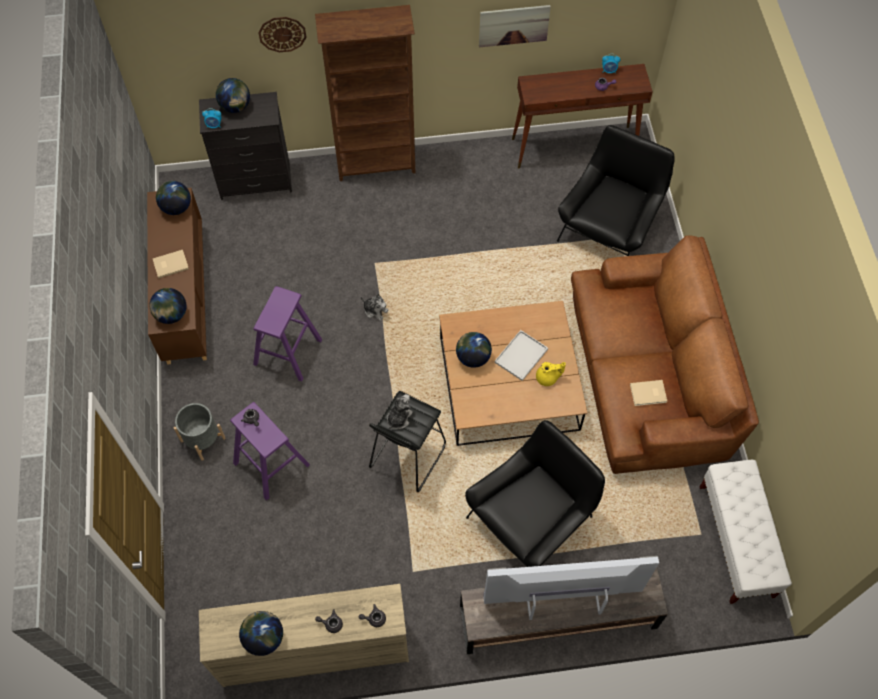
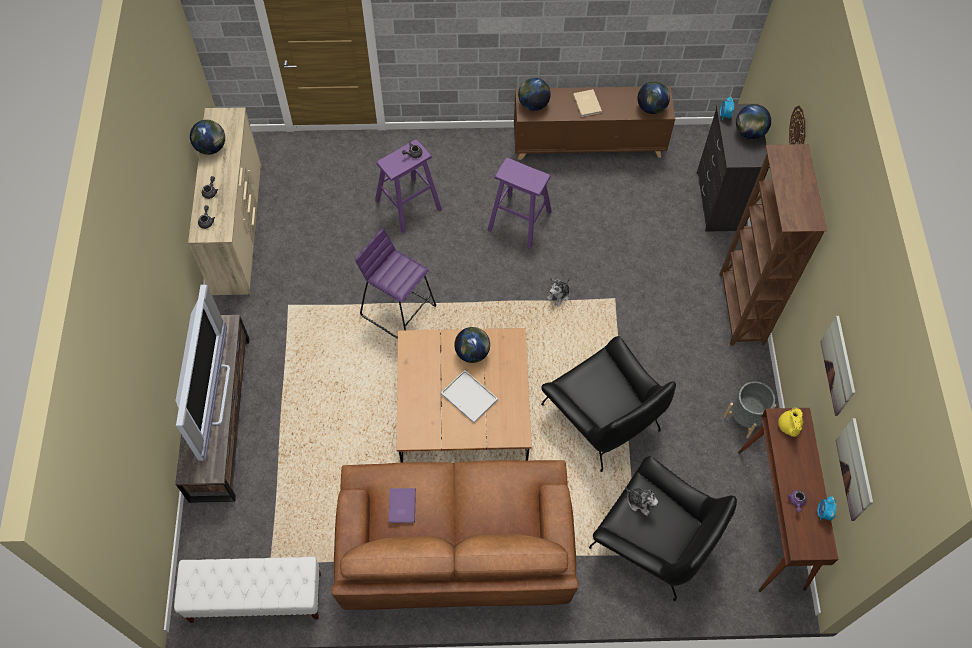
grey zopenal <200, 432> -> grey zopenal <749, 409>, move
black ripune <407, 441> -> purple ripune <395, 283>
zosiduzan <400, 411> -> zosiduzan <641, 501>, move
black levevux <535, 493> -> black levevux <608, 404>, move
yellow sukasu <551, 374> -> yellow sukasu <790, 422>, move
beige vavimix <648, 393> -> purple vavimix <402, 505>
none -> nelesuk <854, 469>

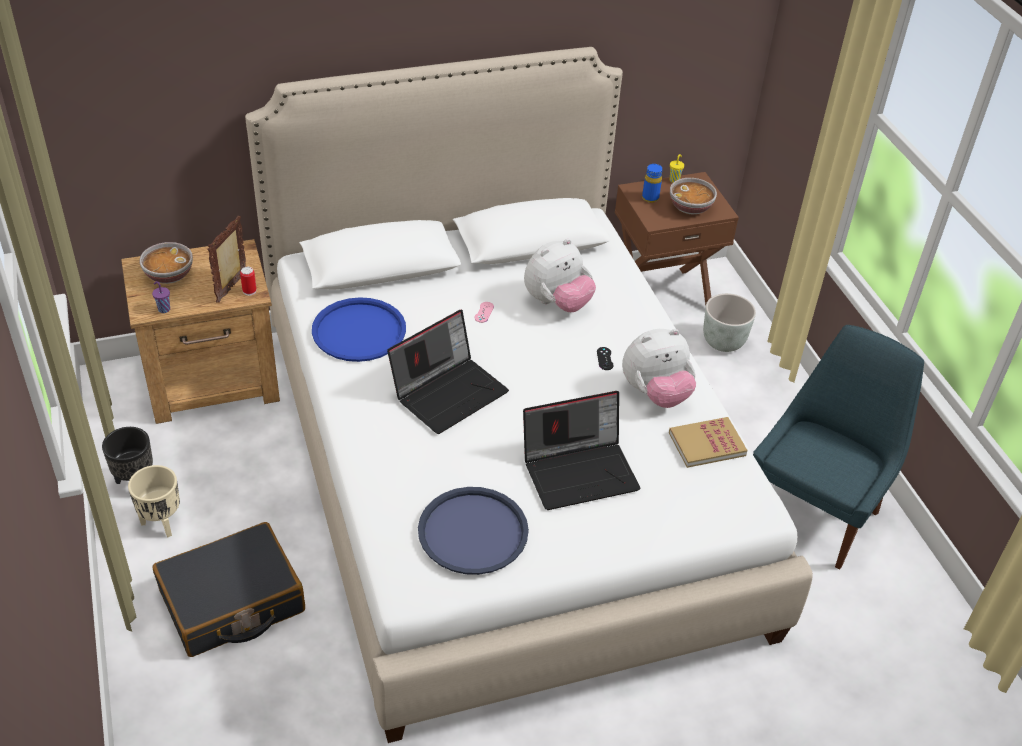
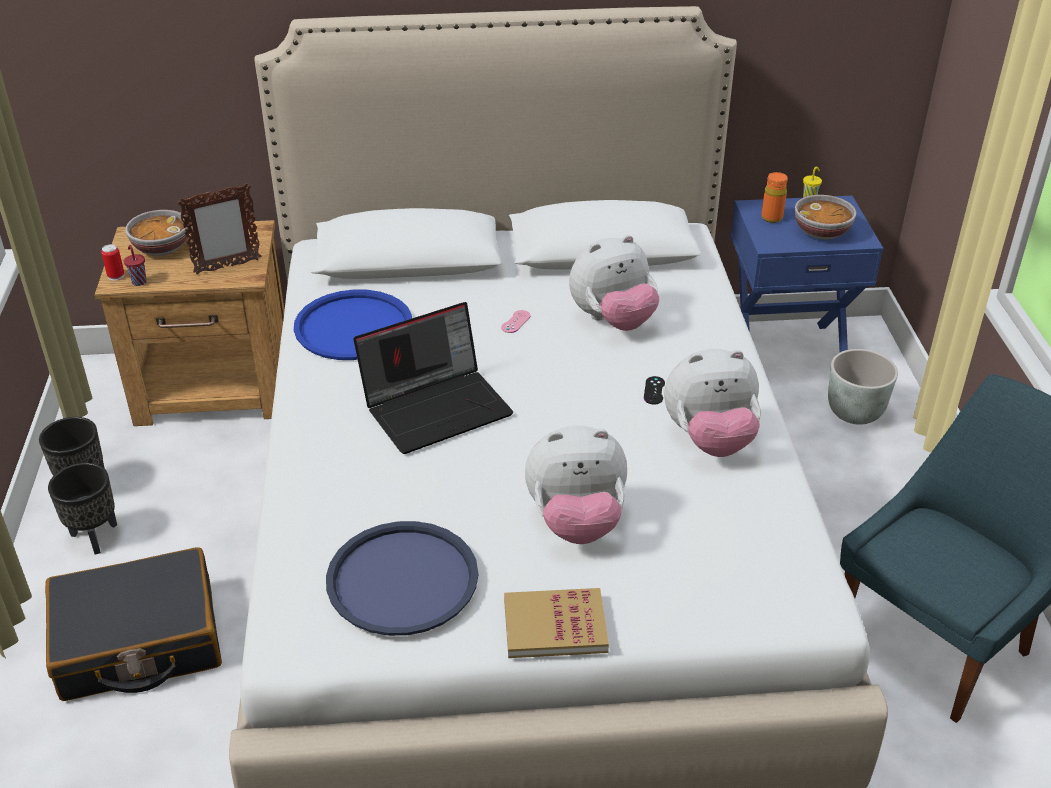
beige zopenal <154, 501> -> black zopenal <82, 508>
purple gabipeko <161, 297> -> red gabipeko <135, 265>
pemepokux <226, 259> -> pemepokux <219, 229>, 150 degrees counterclockwise
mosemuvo <248, 281> -> mosemuvo <112, 262>, move
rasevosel <581, 450> -> zosiduzan <576, 485>
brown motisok <677, 238> -> blue motisok <806, 274>
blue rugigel <652, 183> -> orange rugigel <774, 197>
vavimix <708, 442> -> vavimix <556, 623>, move

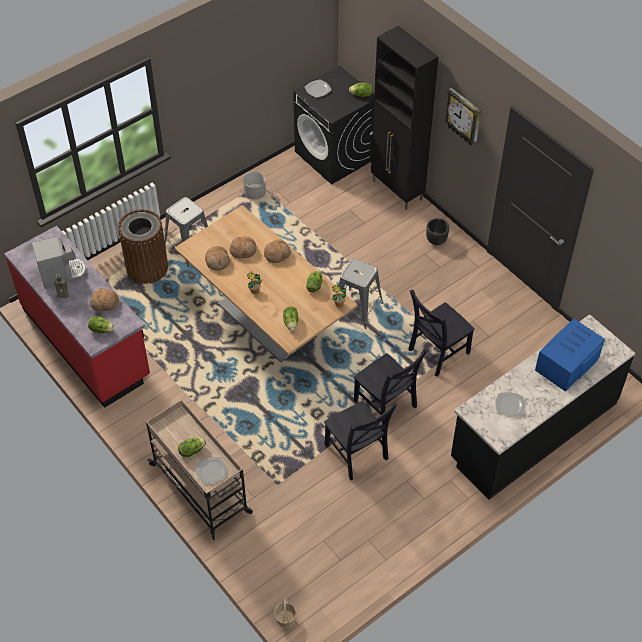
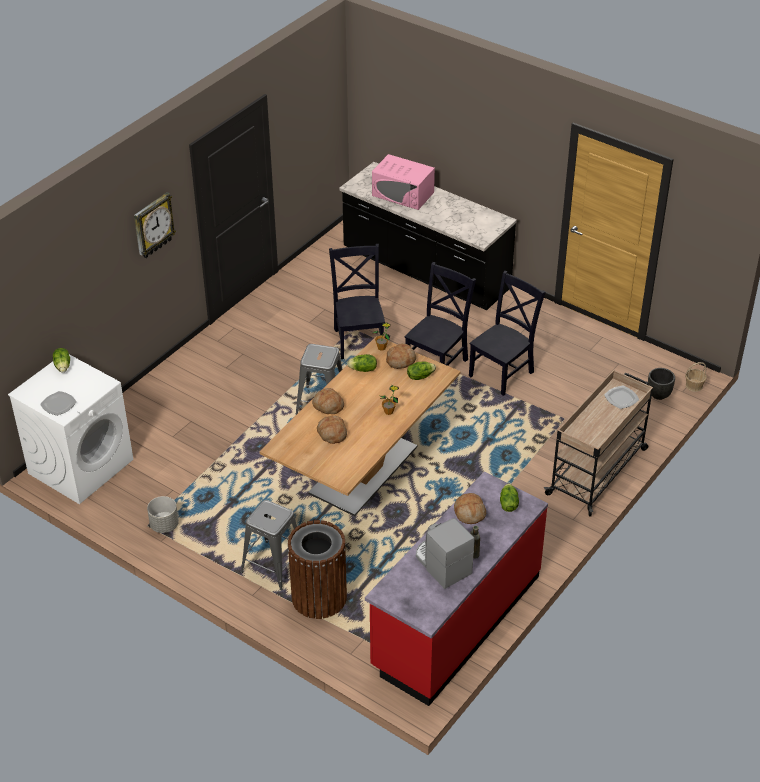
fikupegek <192, 447> -> none
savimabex <217, 258> -> savimabex <401, 356>, move
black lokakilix <333, 125> -> white lokakilix <70, 429>
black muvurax <404, 118> -> none
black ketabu <441, 333> -> black ketabu <357, 301>, 135 degrees counterclockwise
black zopenal <437, 231> -> black zopenal <661, 384>, move
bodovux <510, 404> -> none
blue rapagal <570, 355> -> pink rapagal <403, 182>

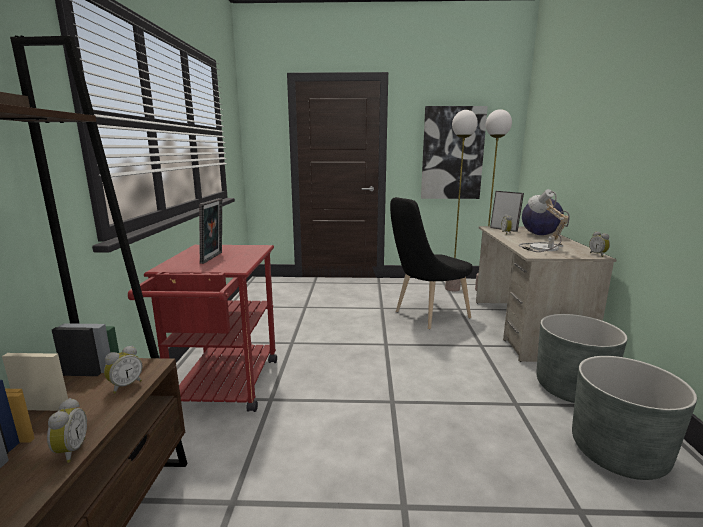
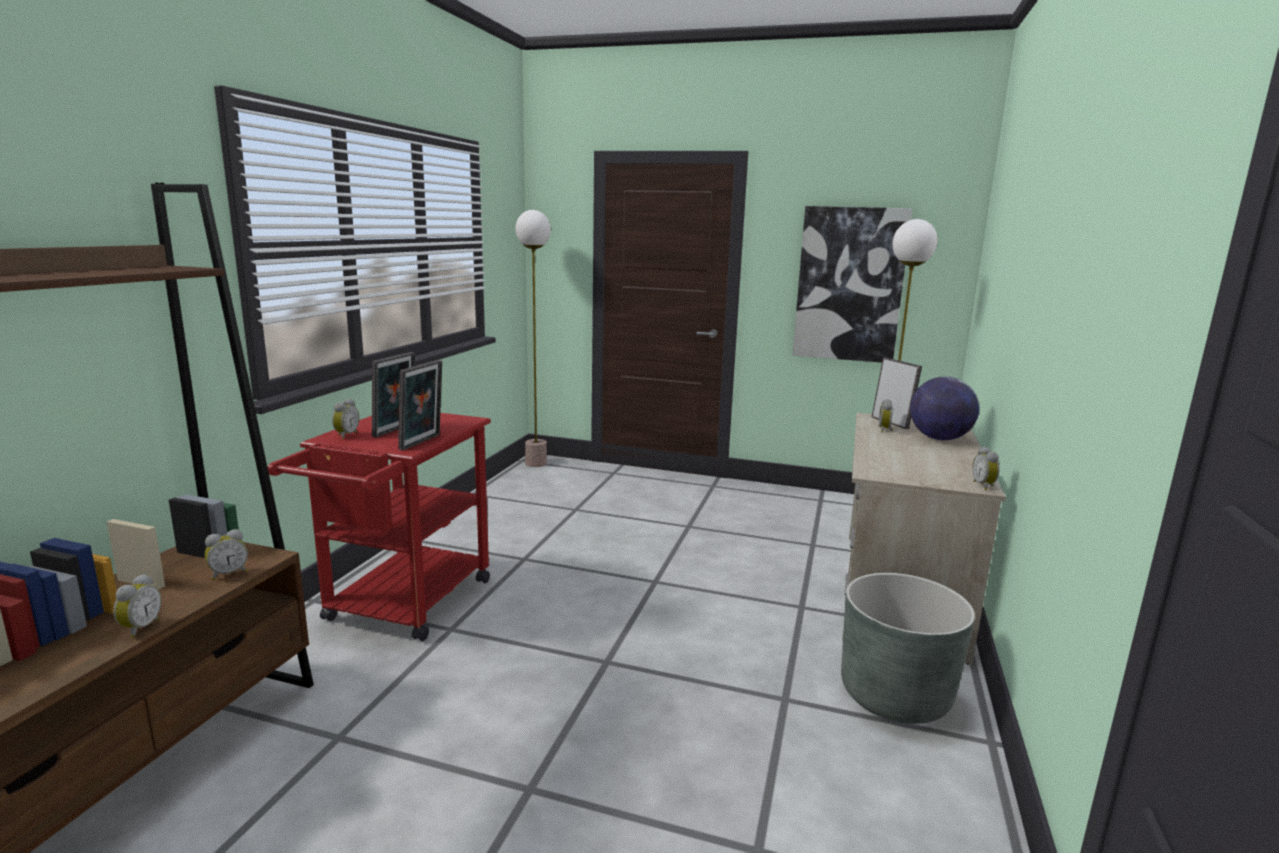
black ketabu <431, 263> -> none
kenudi <461, 201> -> kenudi <533, 338>, move
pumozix <544, 220> -> none
grey zopenal <634, 418> -> none
none -> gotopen <345, 418>
none -> pemepokux <420, 405>

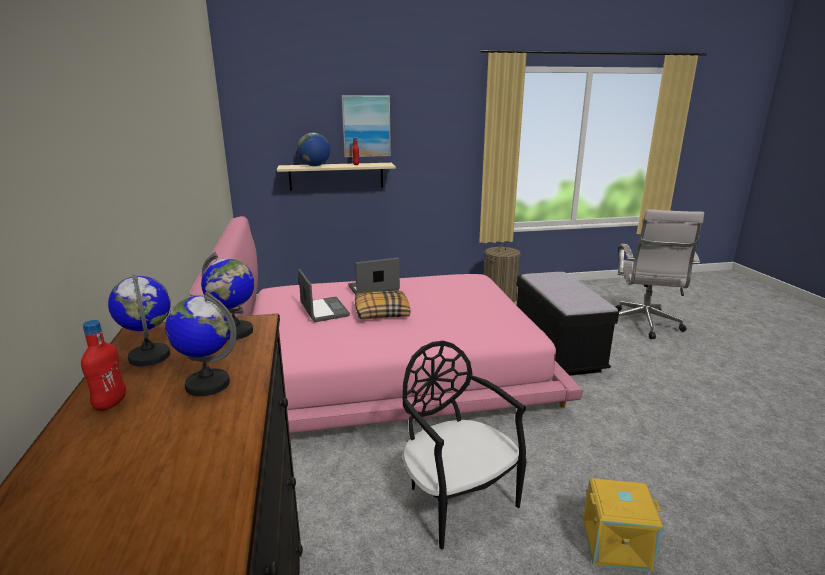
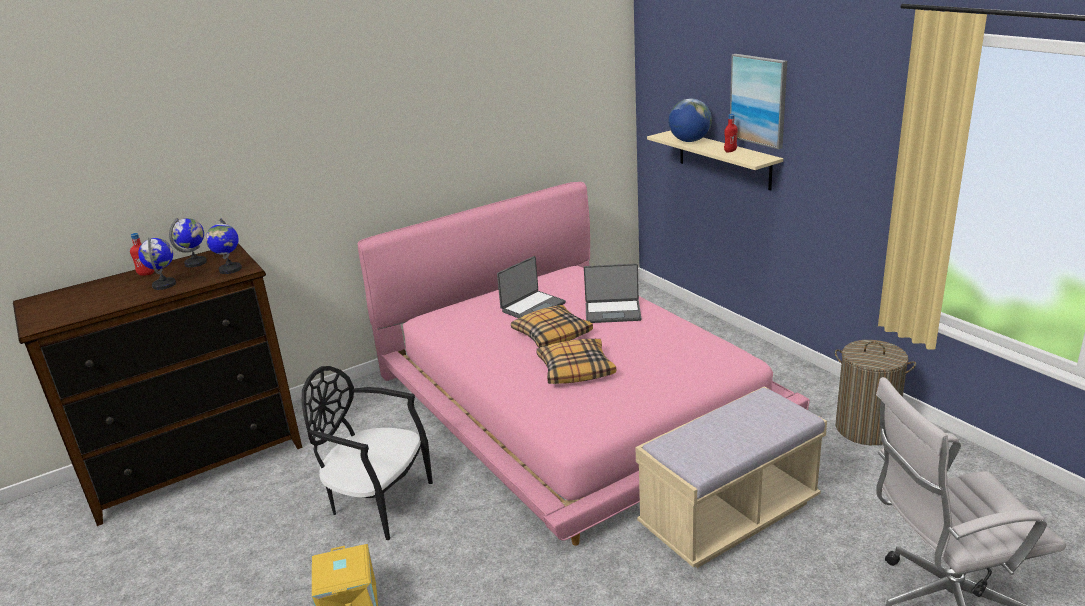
rasevosel <374, 276> -> rasevosel <612, 293>, 135 degrees clockwise
black ketabu <464, 445> -> black ketabu <367, 453>, 105 degrees counterclockwise
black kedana <568, 323> -> beige kedana <731, 477>
none -> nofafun <576, 361>

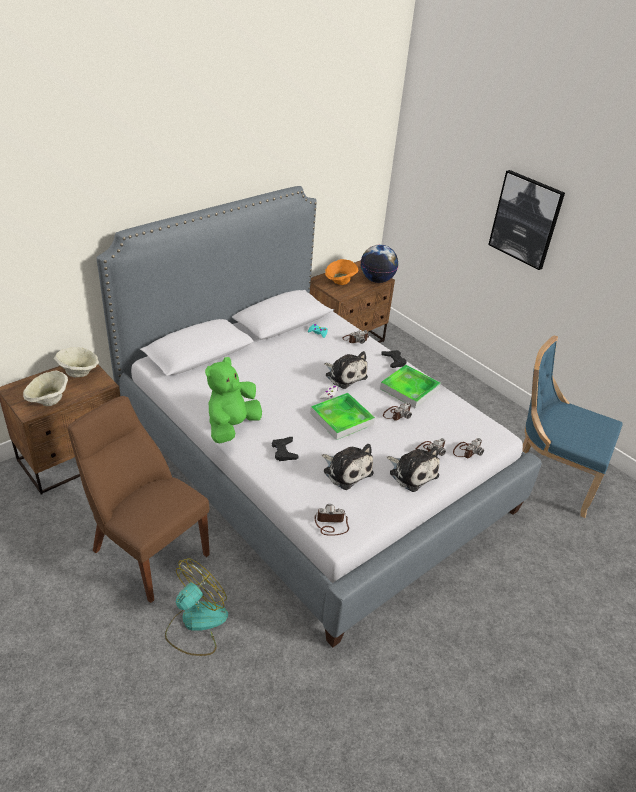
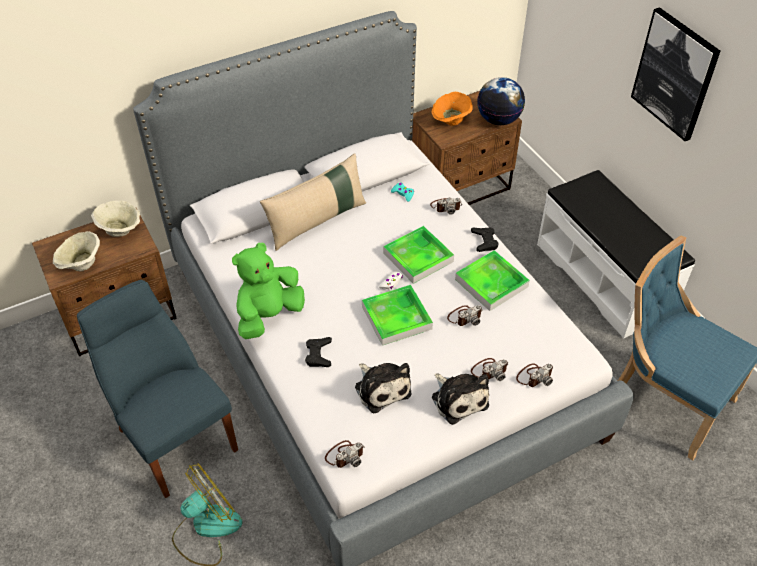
brown ketabu <139, 499> -> blue ketabu <157, 389>
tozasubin <331, 520> -> tozasubin <344, 454>, 135 degrees clockwise
zosiduzan <346, 370> -> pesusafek <418, 255>
none -> beige nofafun <313, 202>
none -> white kedana <616, 254>

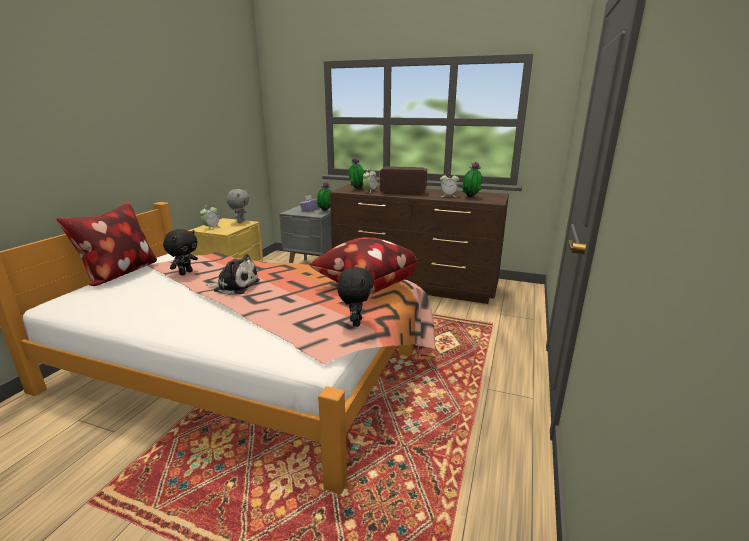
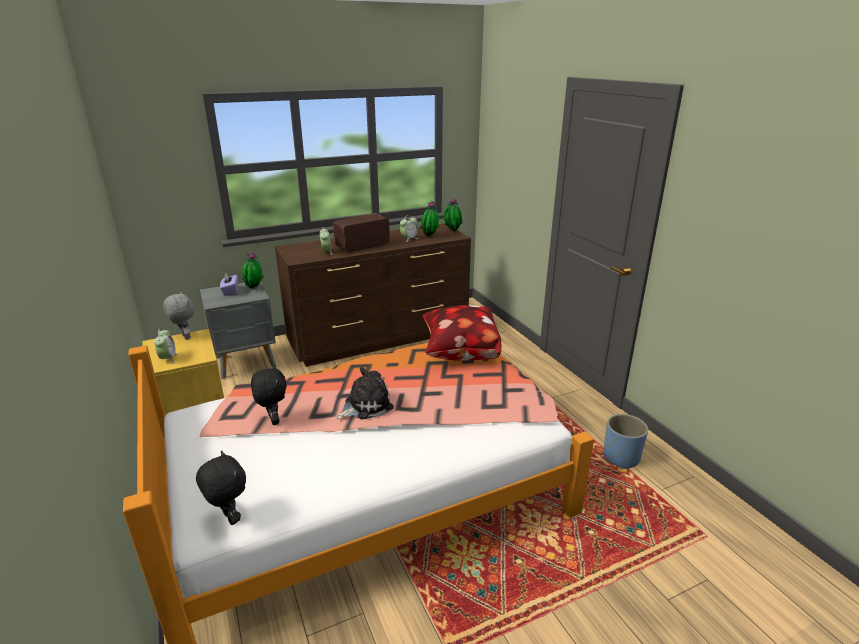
nofafun <106, 243> -> none
black zosiduzan <356, 296> -> black zosiduzan <221, 487>, move
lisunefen <356, 173> -> lisunefen <453, 214>, move
none -> blue zopenal <625, 441>

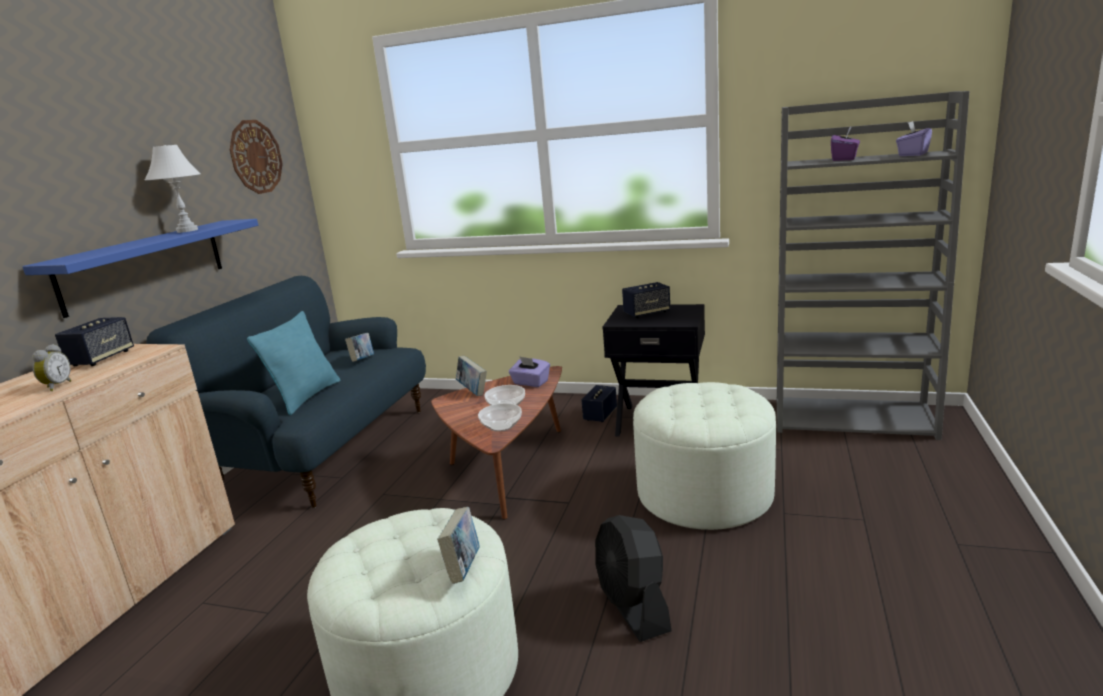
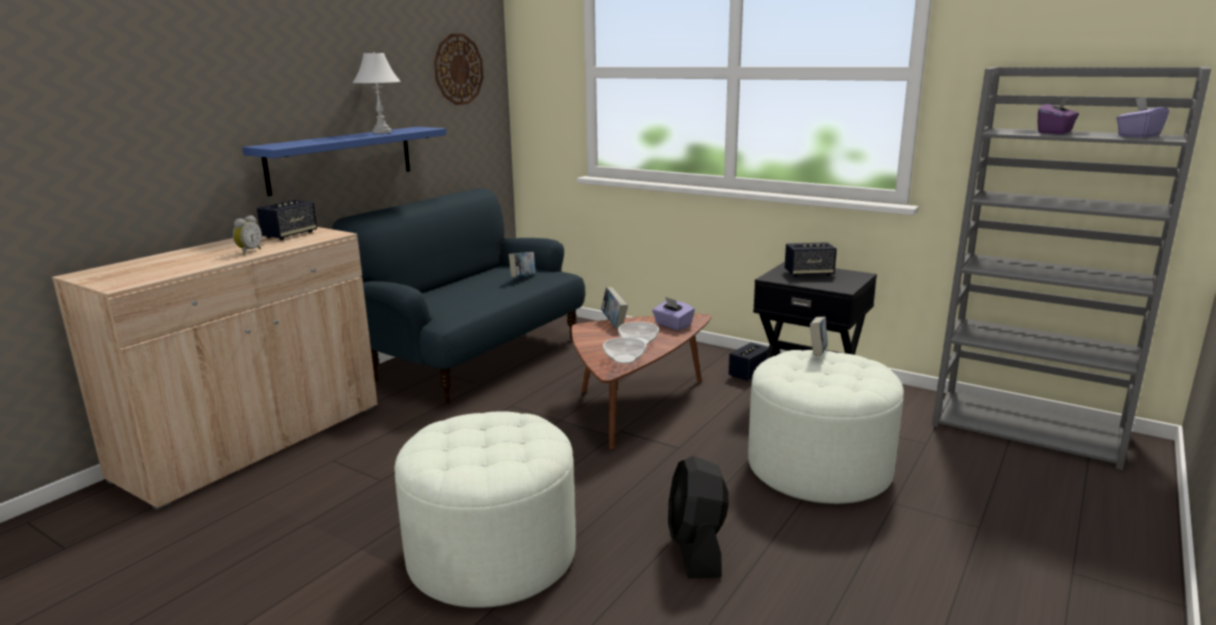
turquoise nofafun <294, 363> -> none
vavimix <458, 545> -> vavimix <819, 336>, move

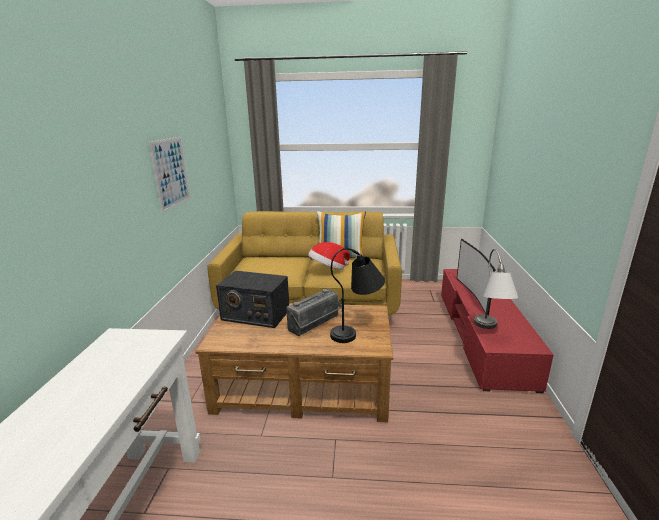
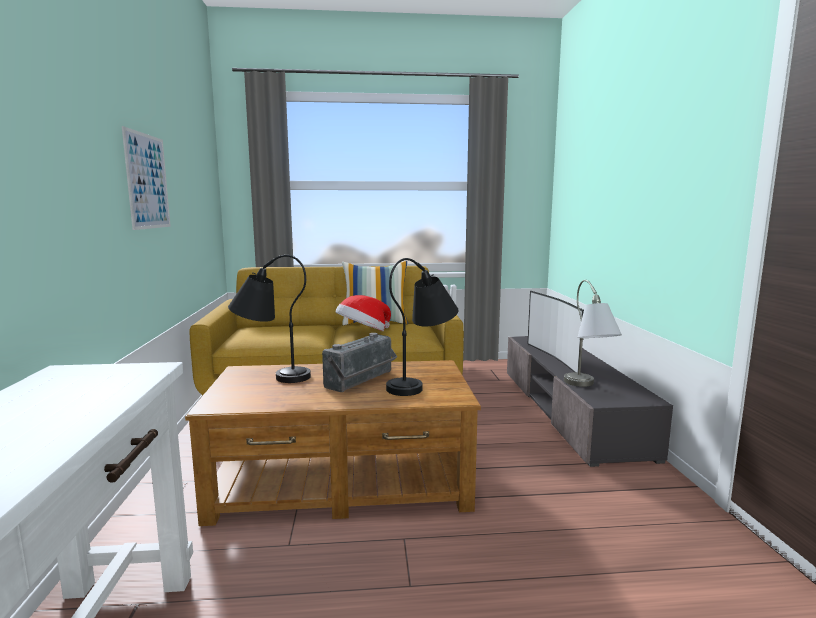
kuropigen <252, 299> -> black pumozix <269, 319>
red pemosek <497, 331> -> grey pemosek <590, 401>

